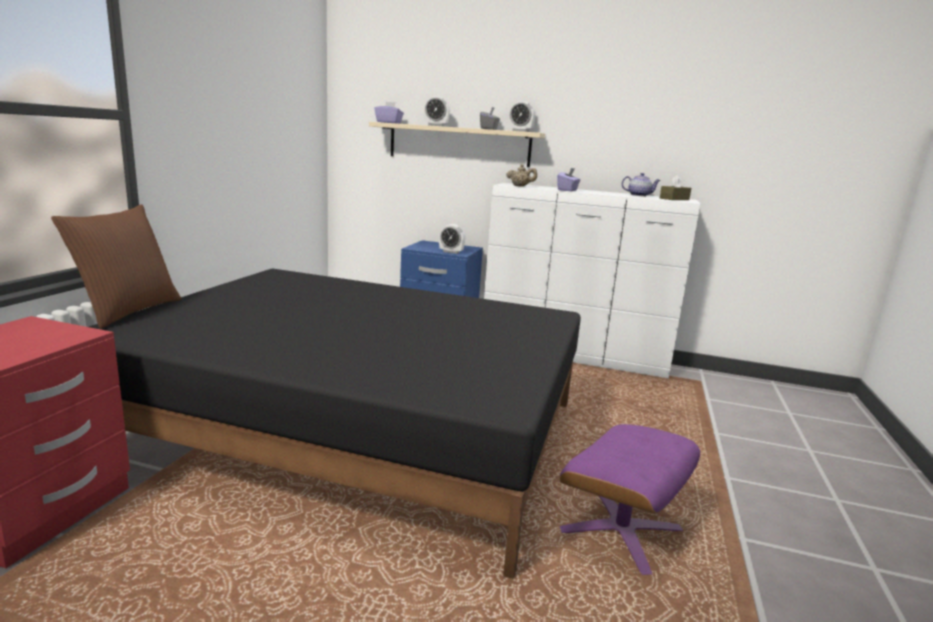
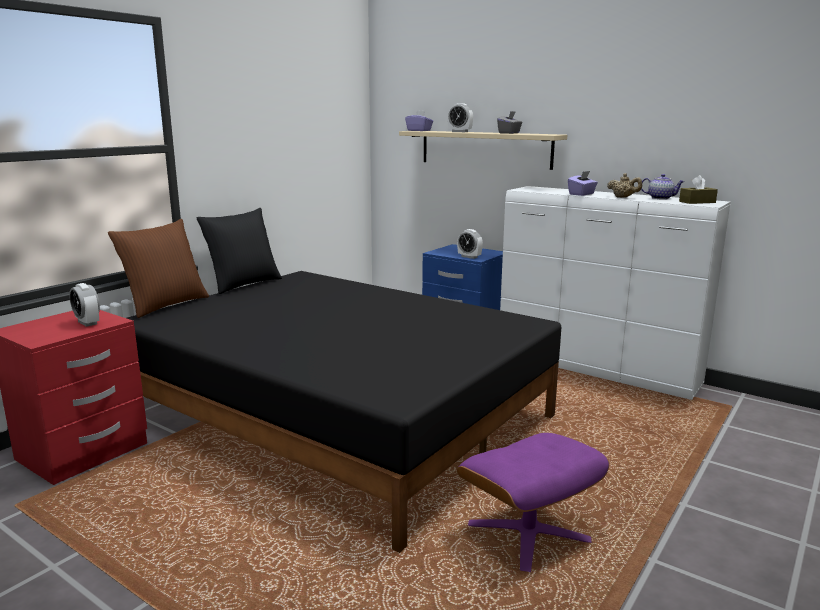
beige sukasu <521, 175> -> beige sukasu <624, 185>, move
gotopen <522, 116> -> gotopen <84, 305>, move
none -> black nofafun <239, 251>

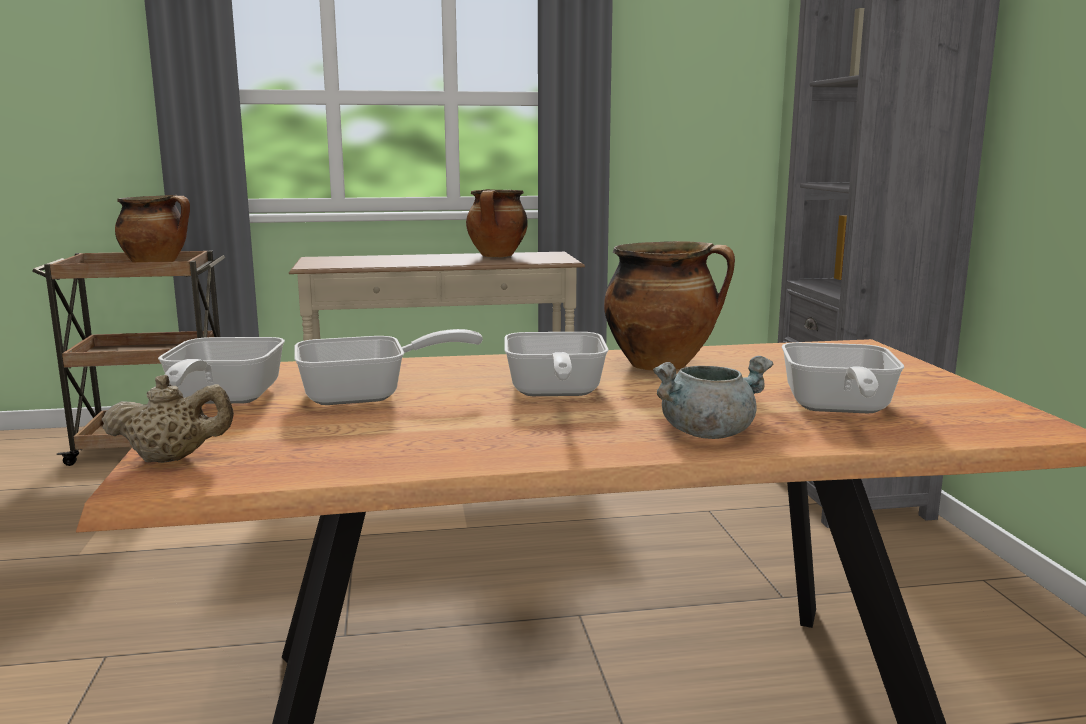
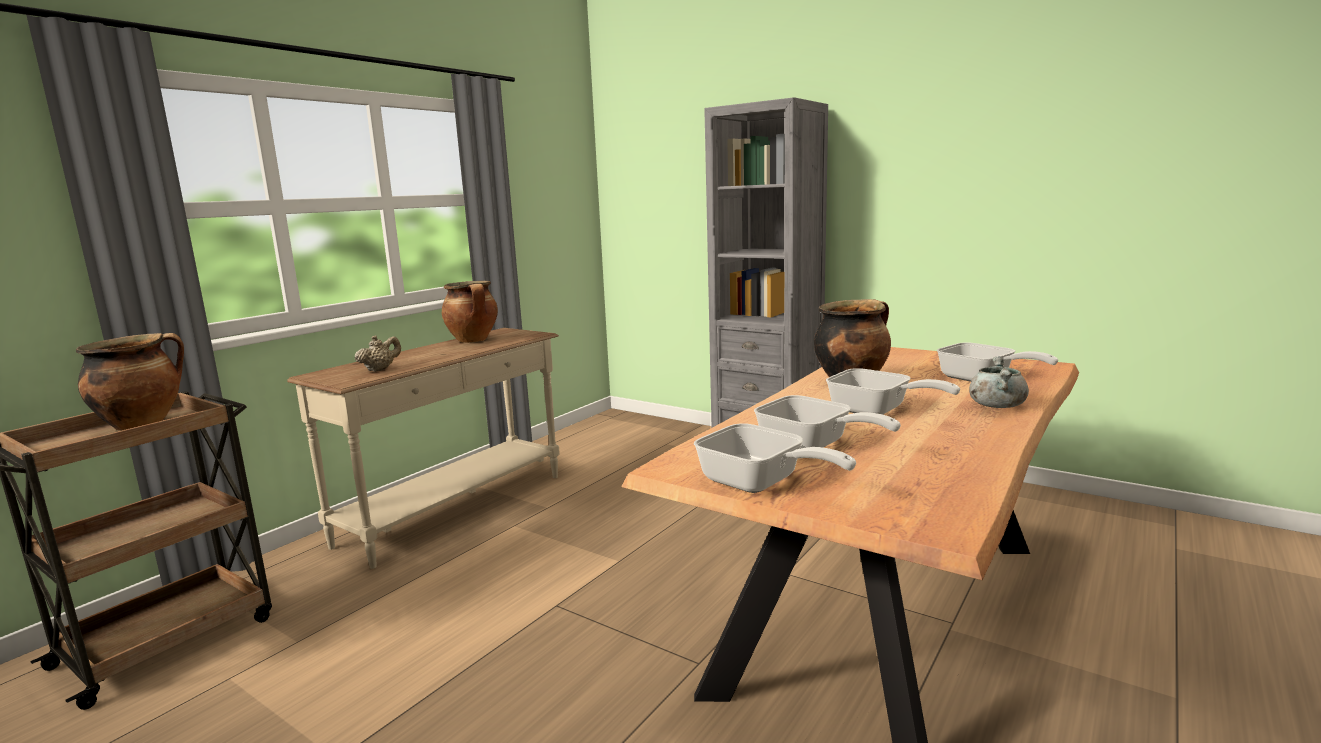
beige sukasu <168, 419> -> beige sukasu <378, 353>, move
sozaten <389, 367> -> sozaten <827, 422>, 105 degrees clockwise

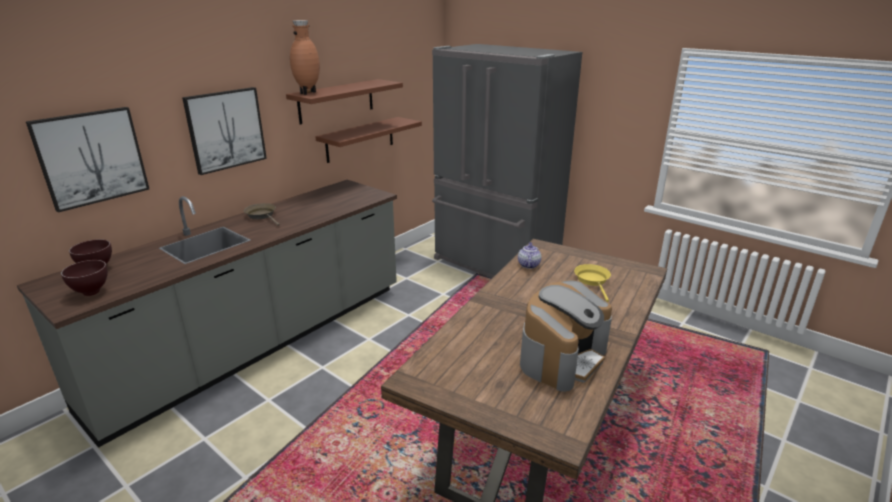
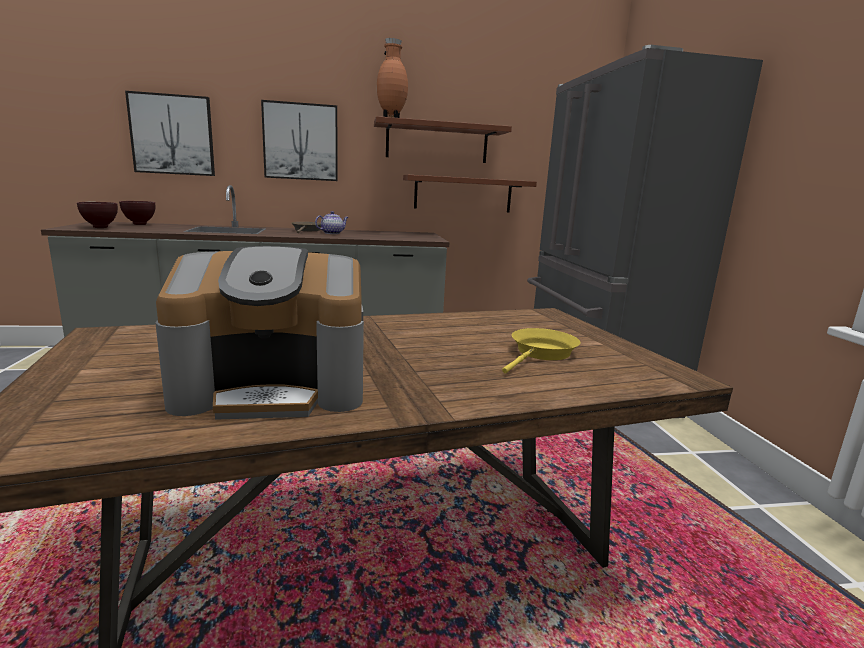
sukasu <529, 255> -> sukasu <331, 222>, move

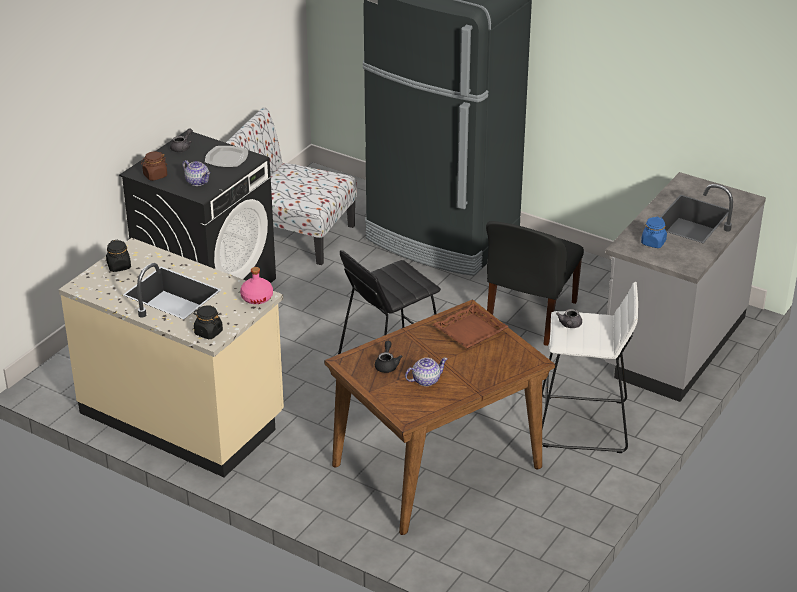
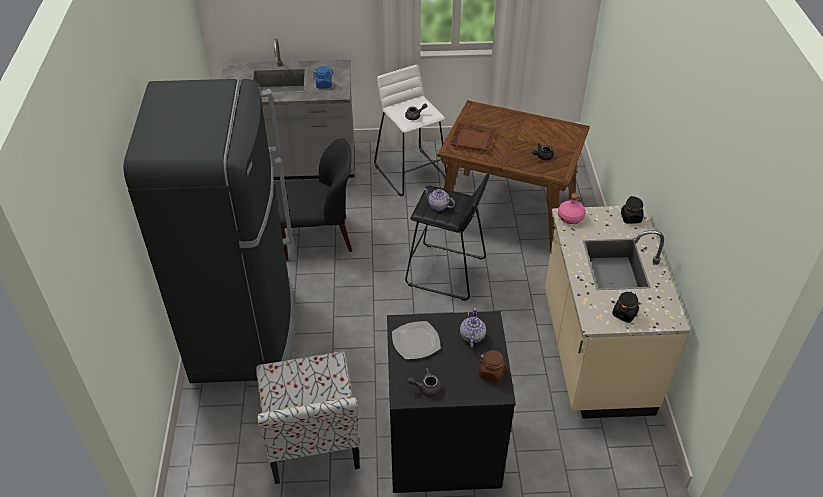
sukasu <426, 371> -> sukasu <439, 199>, move

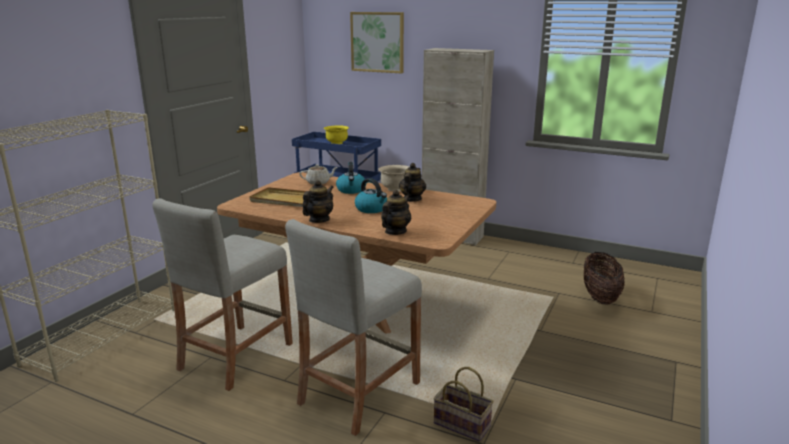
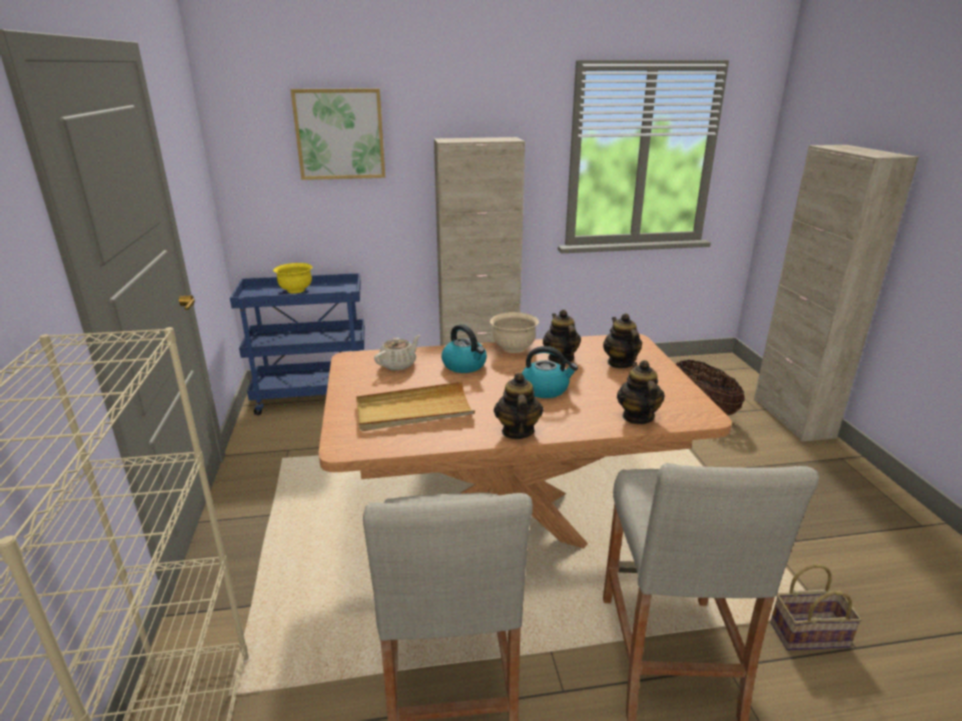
none -> sukasu <622, 340>
none -> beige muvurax <836, 293>

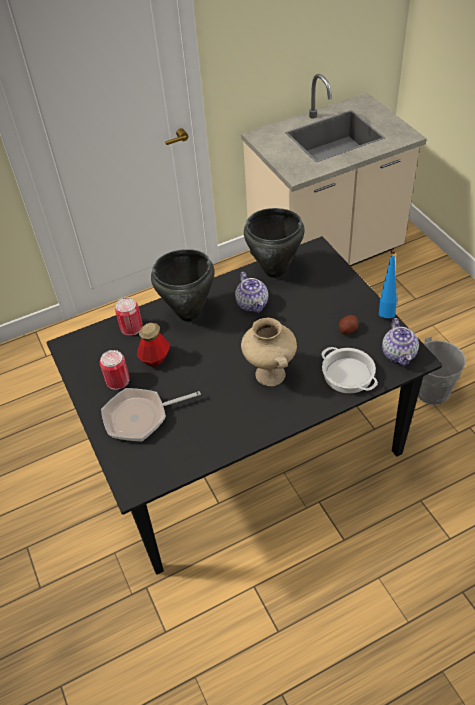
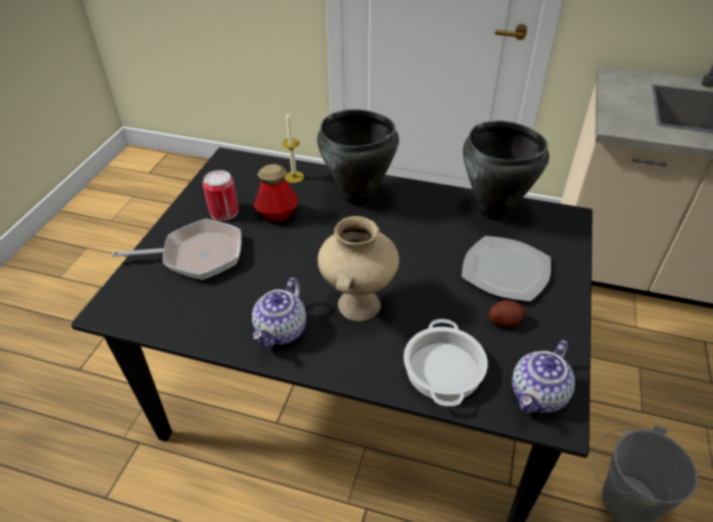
sozaten <151, 414> -> sozaten <177, 249>, 150 degrees clockwise
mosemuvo <128, 317> -> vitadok <293, 148>
sukasu <251, 292> -> sukasu <279, 312>, move
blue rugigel <388, 284> -> none
none -> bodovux <506, 268>

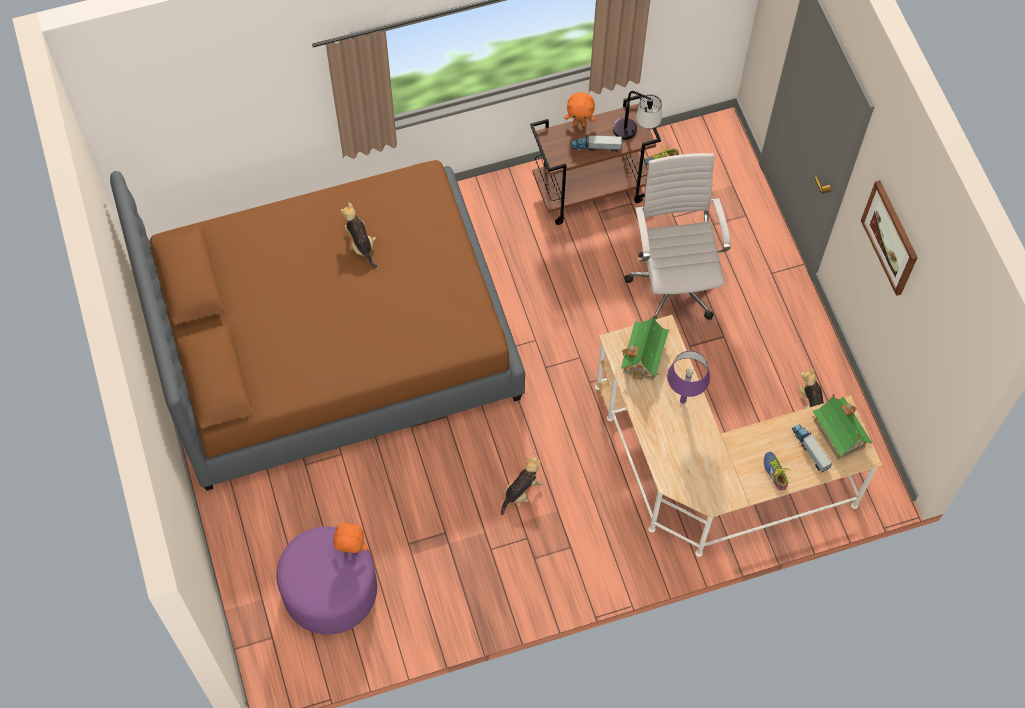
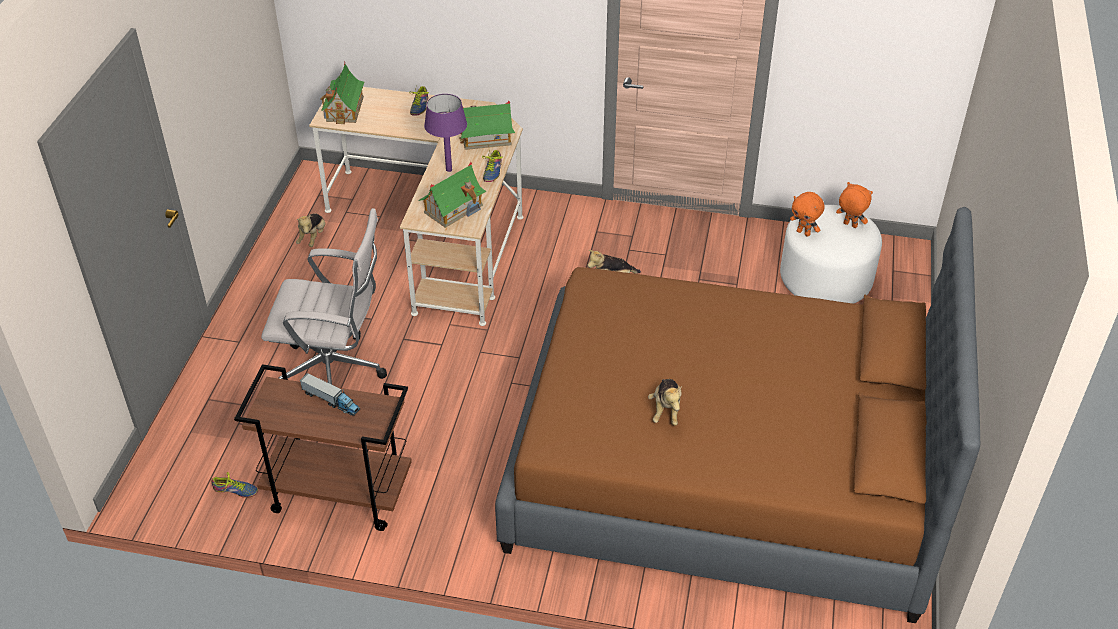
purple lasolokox <326, 580> -> white lasolokox <831, 254>
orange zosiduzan <580, 109> -> orange zosiduzan <854, 205>, move
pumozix <637, 115> -> none
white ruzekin <677, 236> -> white ruzekin <324, 296>, 105 degrees counterclockwise
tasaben <812, 448> -> none
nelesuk <889, 238> -> none
none -> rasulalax <487, 125>
none -> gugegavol <492, 166>

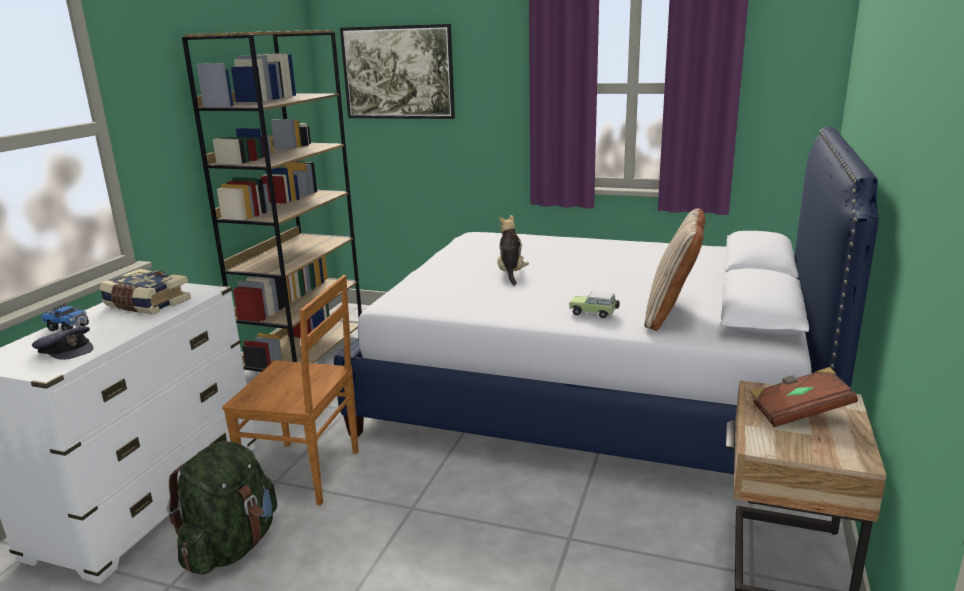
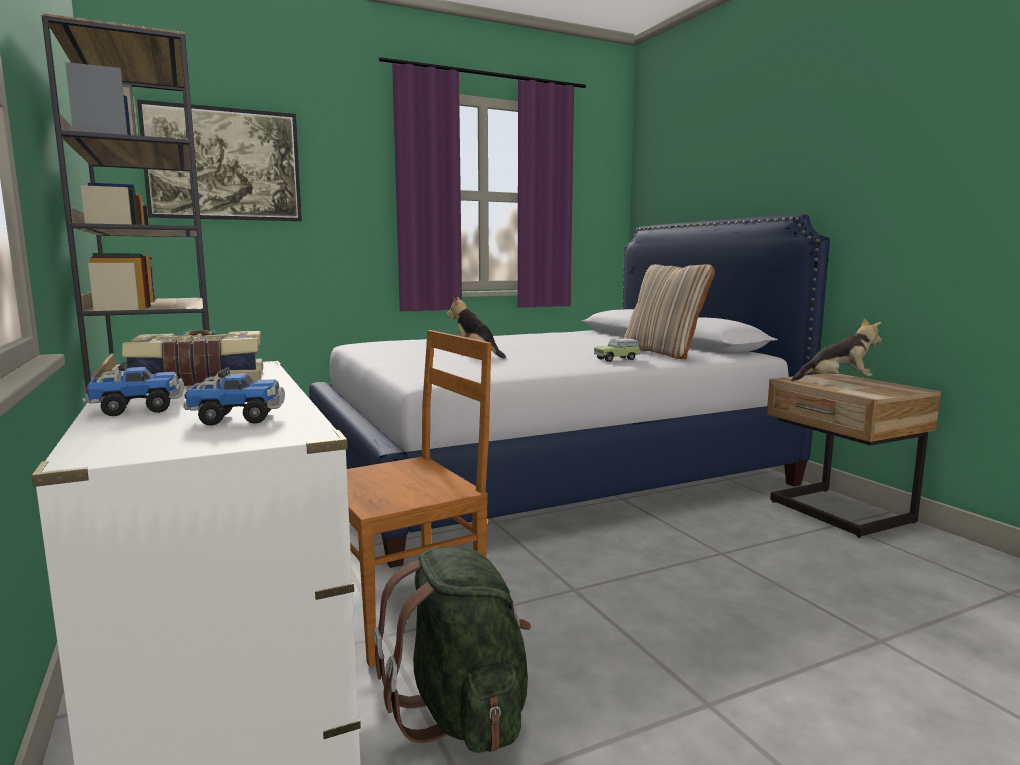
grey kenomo <63, 343> -> tasaben <234, 396>
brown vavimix <804, 397> -> zosiduzan <836, 350>

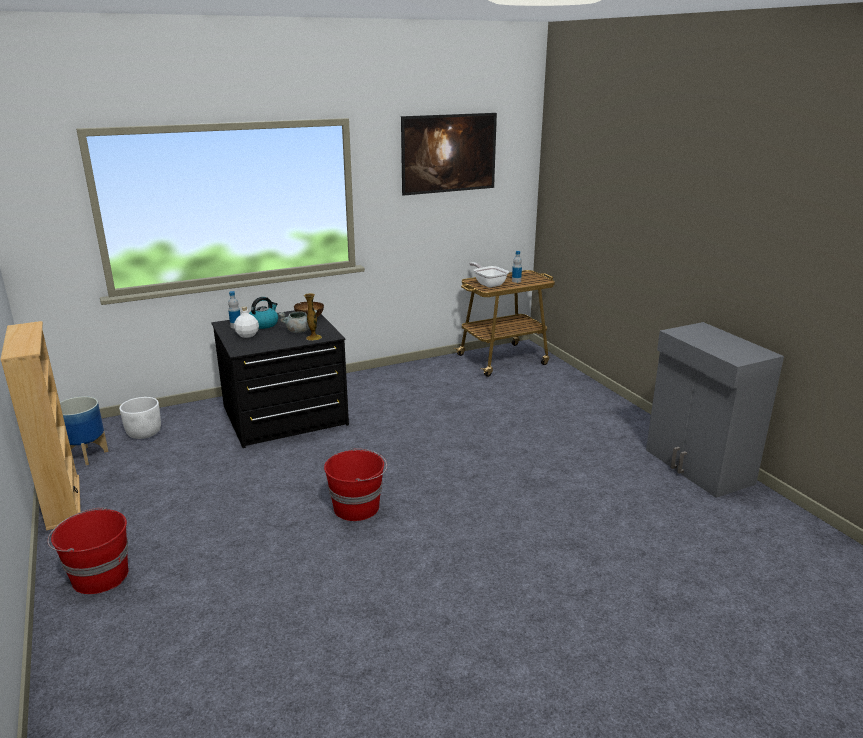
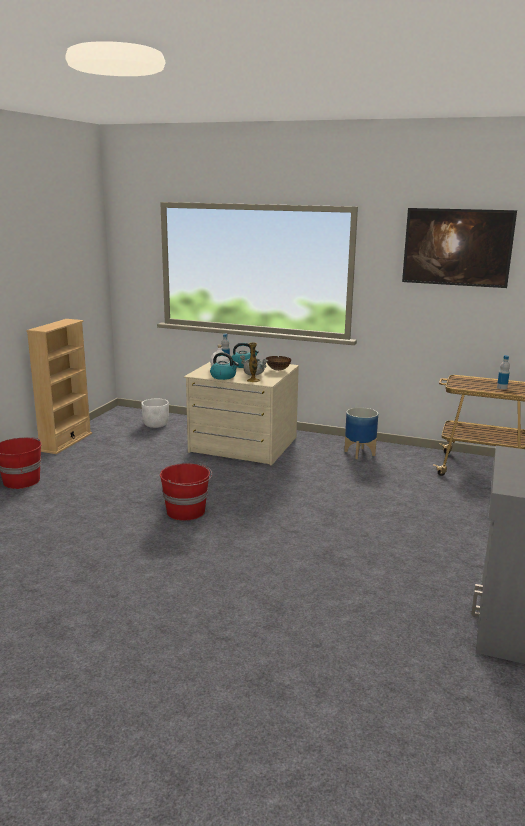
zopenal <84, 430> -> zopenal <361, 433>, move
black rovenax <280, 379> -> beige rovenax <241, 413>
sozaten <489, 274> -> none
none -> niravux <224, 366>

